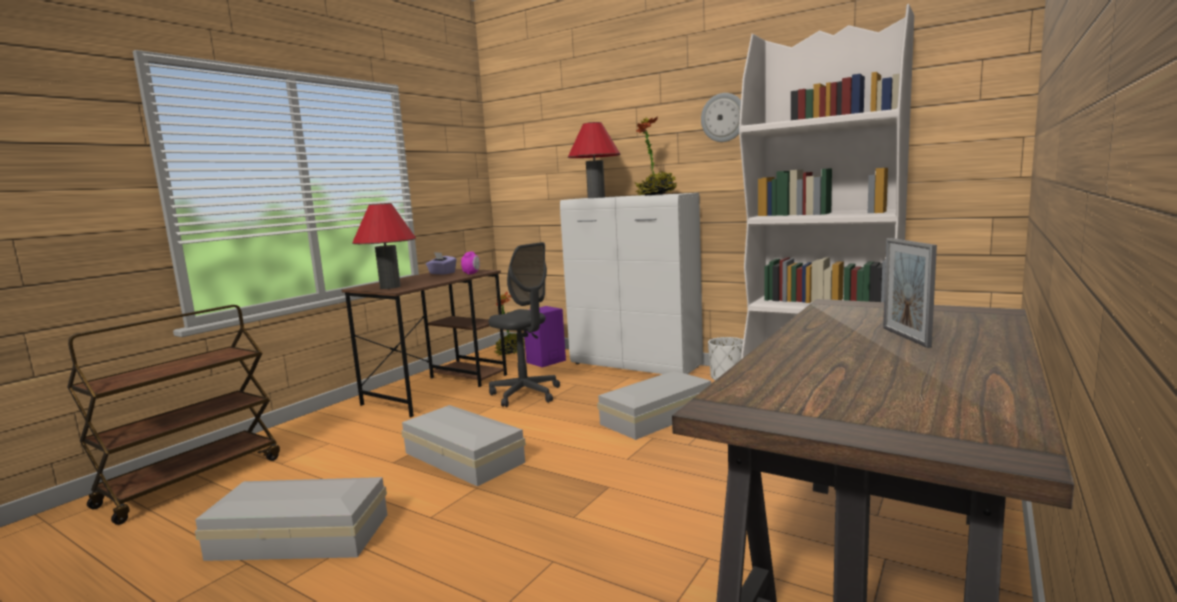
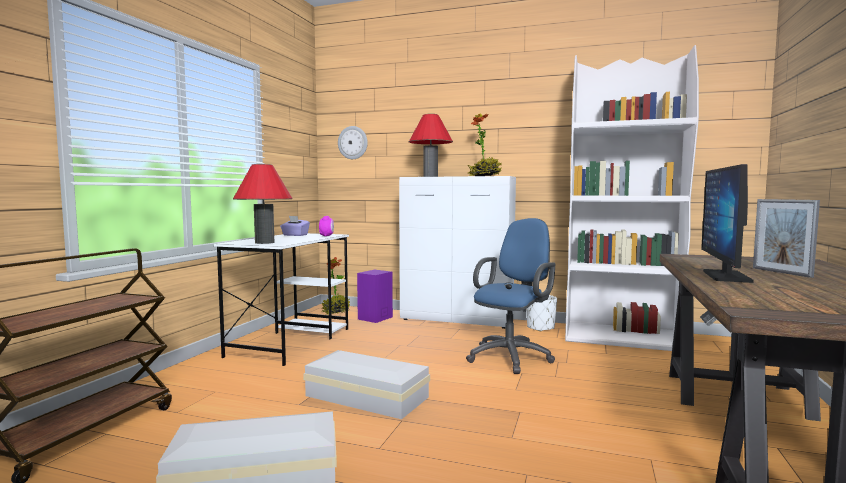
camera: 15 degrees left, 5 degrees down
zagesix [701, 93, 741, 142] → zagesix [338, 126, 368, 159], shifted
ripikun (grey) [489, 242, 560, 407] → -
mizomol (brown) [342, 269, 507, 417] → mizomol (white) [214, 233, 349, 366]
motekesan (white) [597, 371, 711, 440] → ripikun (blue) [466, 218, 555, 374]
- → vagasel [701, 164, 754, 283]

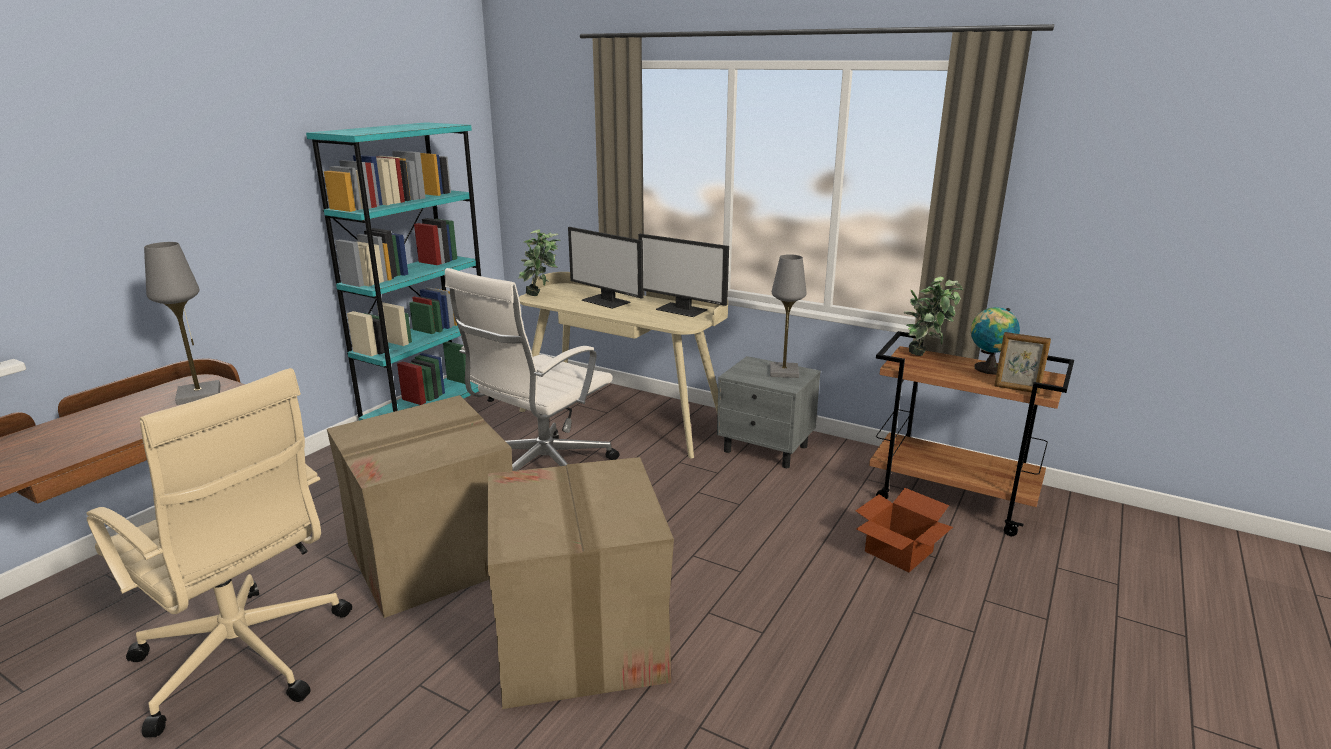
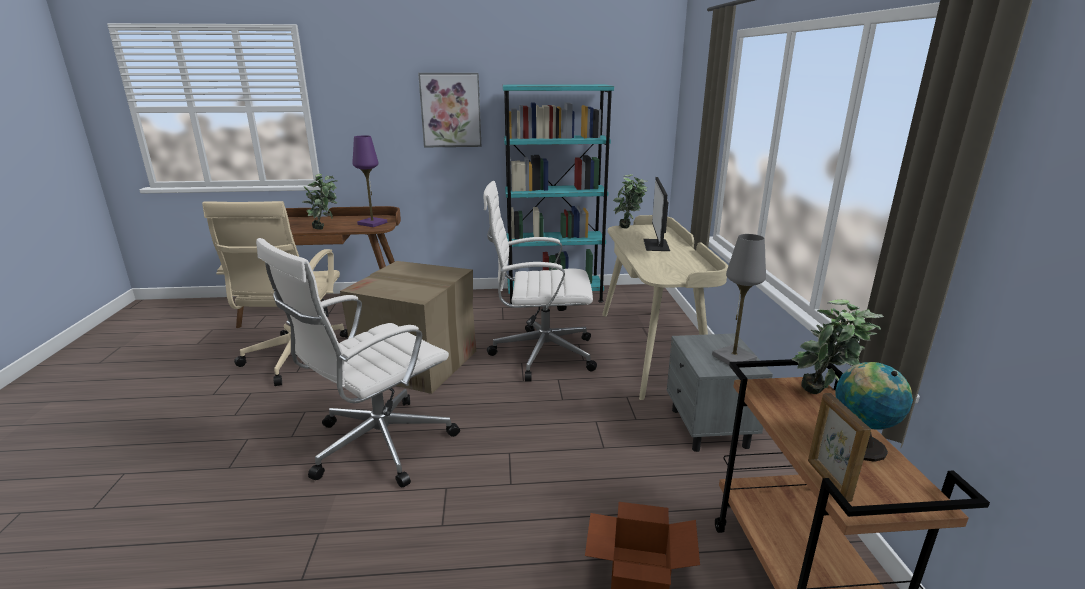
camera: 55 degrees right, 0 degrees up
vagasel [638, 234, 729, 317] → -
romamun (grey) [144, 242, 220, 405] → romamun (purple) [353, 135, 387, 227]
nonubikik [487, 457, 674, 709] → ripikun (white) [256, 238, 460, 487]
- → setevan [418, 73, 481, 147]
- → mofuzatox [302, 174, 337, 230]

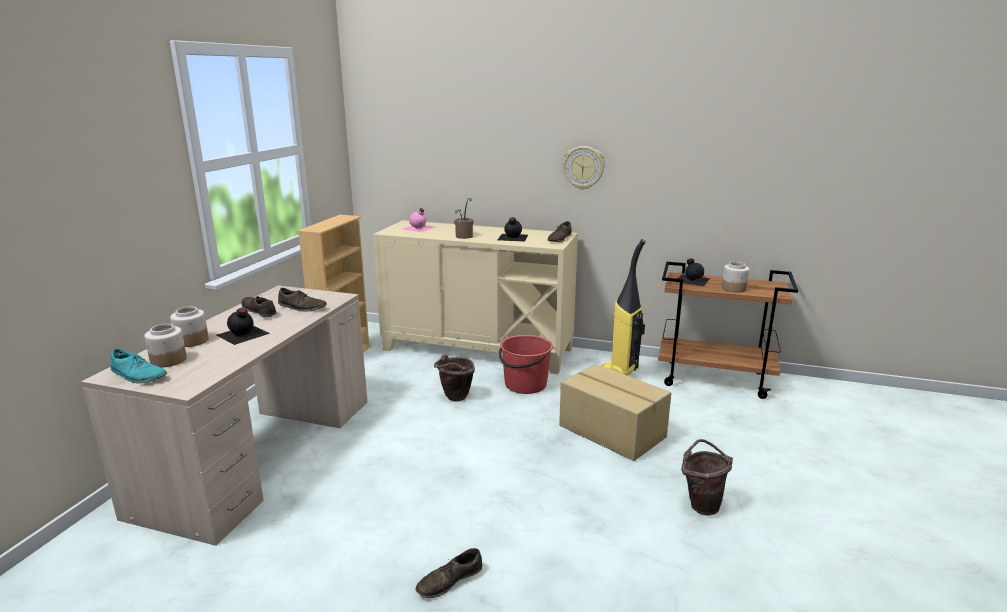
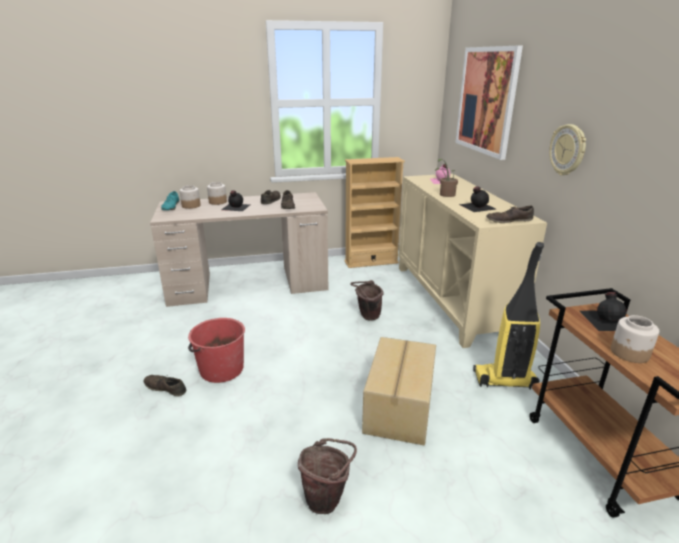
camera: 60 degrees right, 5 degrees up
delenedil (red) [499, 335, 553, 394] → delenedil (red) [188, 318, 245, 383], shifted
- → setevan [455, 46, 523, 160]

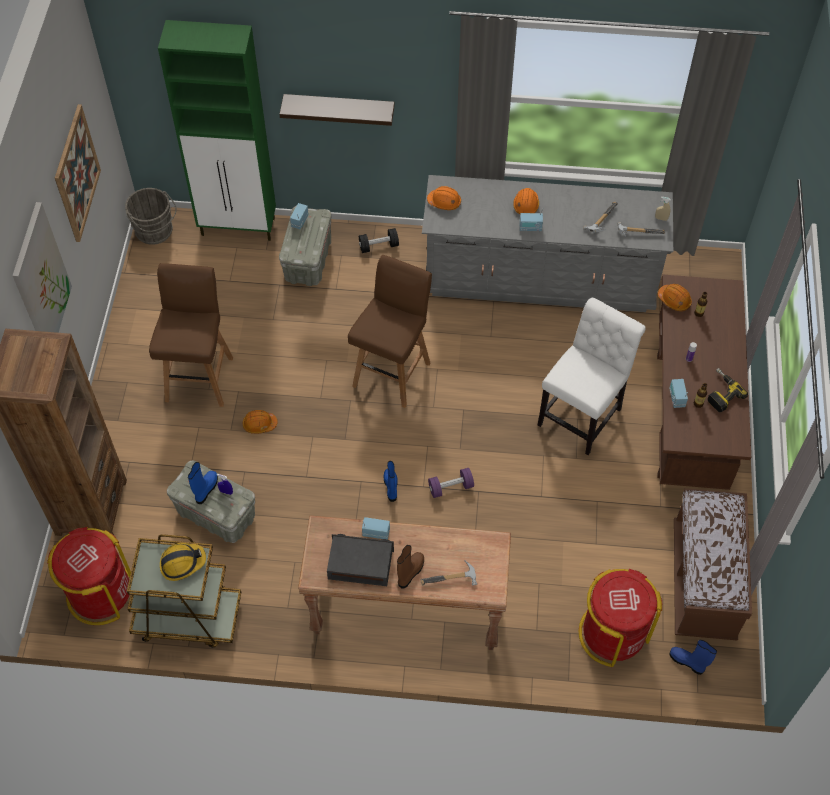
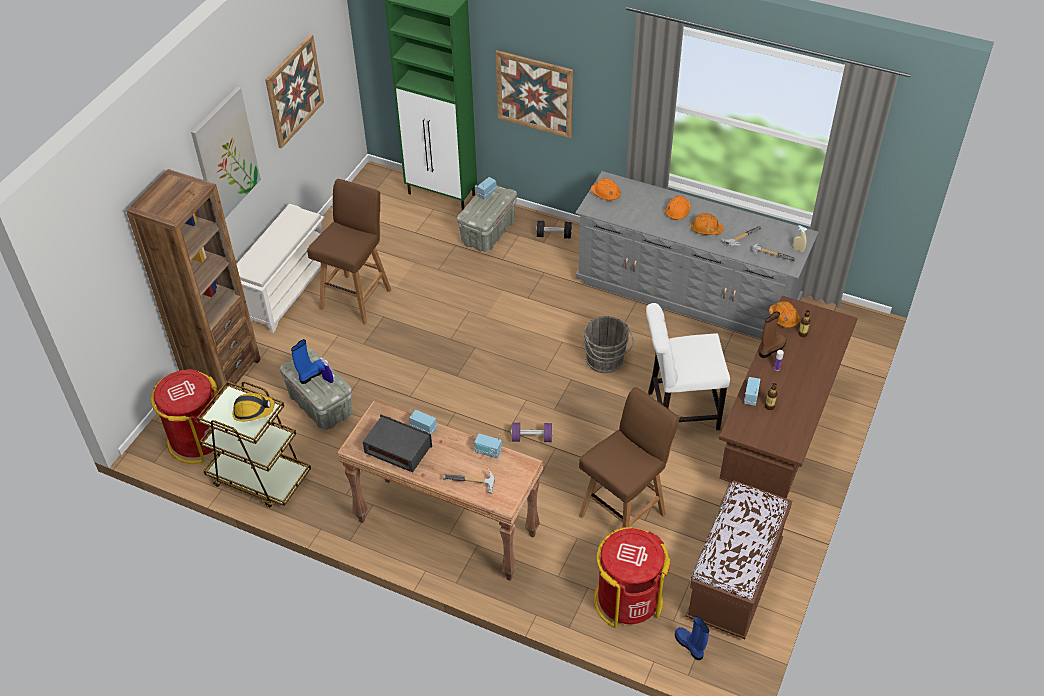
camera: 20 degrees right, 10 degrees down
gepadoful [279, 94, 395, 126] → setevan [496, 50, 573, 138]
delenedil (grey) [125, 188, 177, 245] → delenedil (grey) [583, 316, 634, 373], shifted
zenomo [520, 208, 543, 231] → zenomo [474, 433, 502, 459], shifted
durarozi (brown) [348, 255, 432, 408] → durarozi (brown) [579, 387, 680, 527], shifted
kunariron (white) [537, 298, 646, 455] → kunariron (white) [646, 303, 730, 430], 150 degrees counterclockwise
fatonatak [708, 368, 748, 412] → -
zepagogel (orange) [243, 410, 278, 434] → zepagogel (orange) [691, 213, 724, 235], shifted
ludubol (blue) [383, 461, 398, 502] → -
ludubol (brown) [397, 545, 424, 589] → ludubol (brown) [759, 311, 787, 358], shifted
- → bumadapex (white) [237, 204, 325, 333]

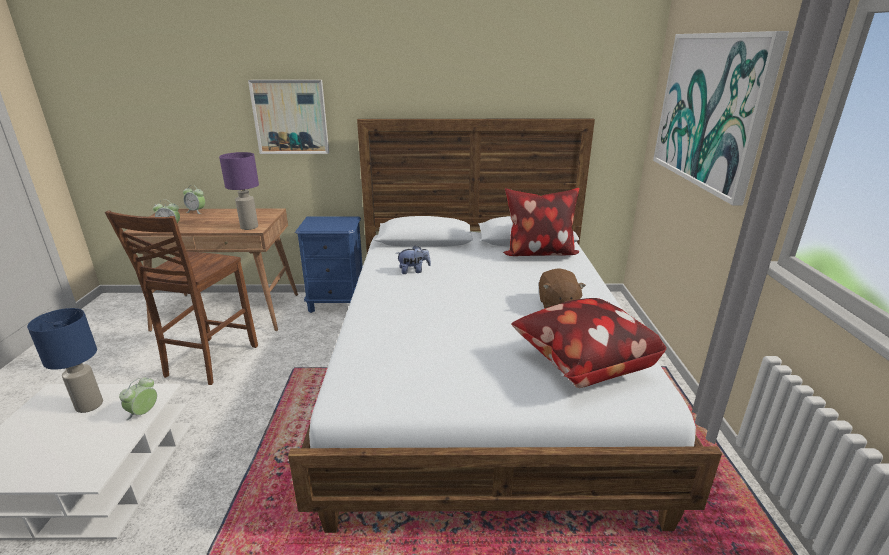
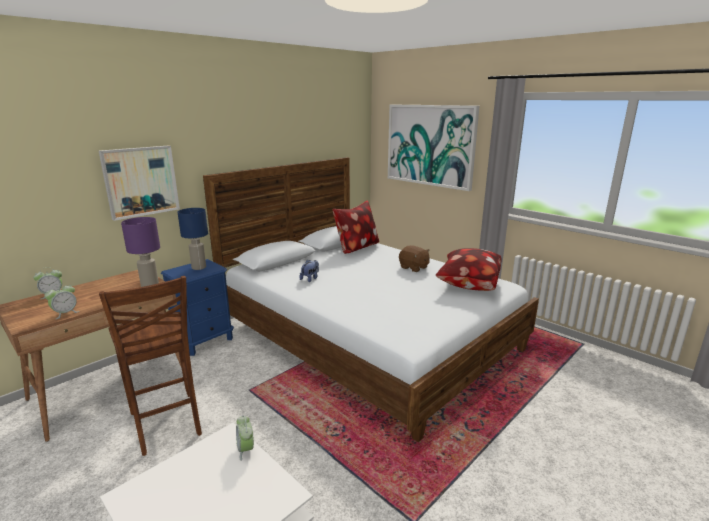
camera: 45 degrees left, 5 degrees down
romamun (blue) [27, 308, 103, 413] → romamun (blue) [178, 208, 208, 270], shifted

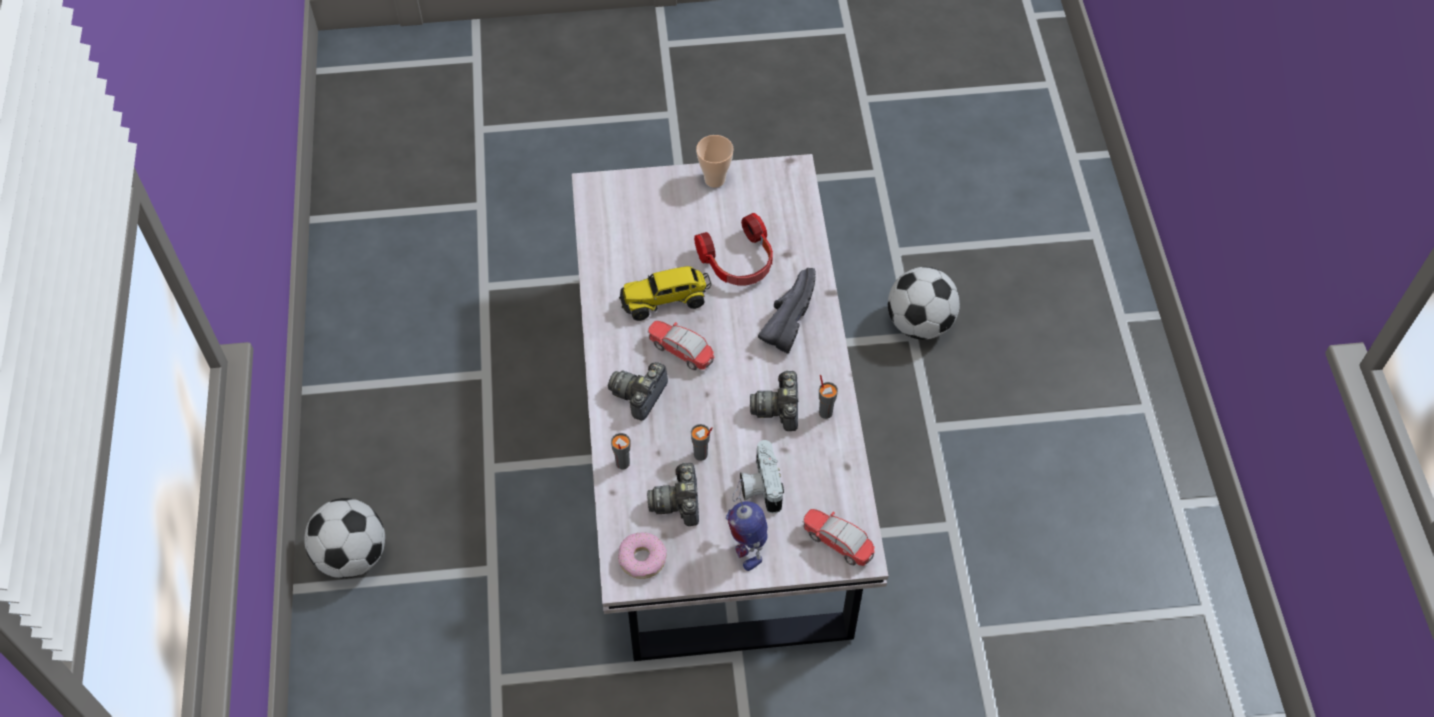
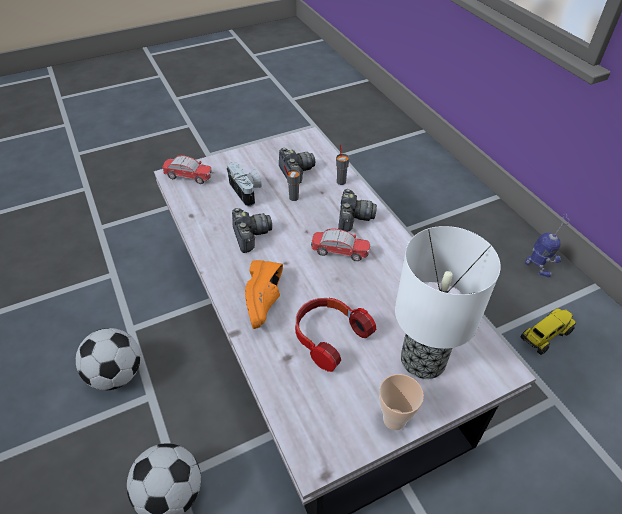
camera: 160 degrees right, 10 degrees down
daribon [619, 266, 711, 321] → daribon [521, 308, 576, 355], shifted
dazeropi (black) [758, 268, 816, 354] → dazeropi (orange) [245, 260, 283, 329]
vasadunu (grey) [819, 375, 838, 419] → -
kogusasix [726, 479, 768, 571] → kogusasix [525, 214, 569, 277], shifted
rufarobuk [304, 498, 385, 578] → rufarobuk [76, 328, 141, 390], shifted
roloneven [618, 532, 667, 579] → -
- → romamun [395, 226, 501, 379]

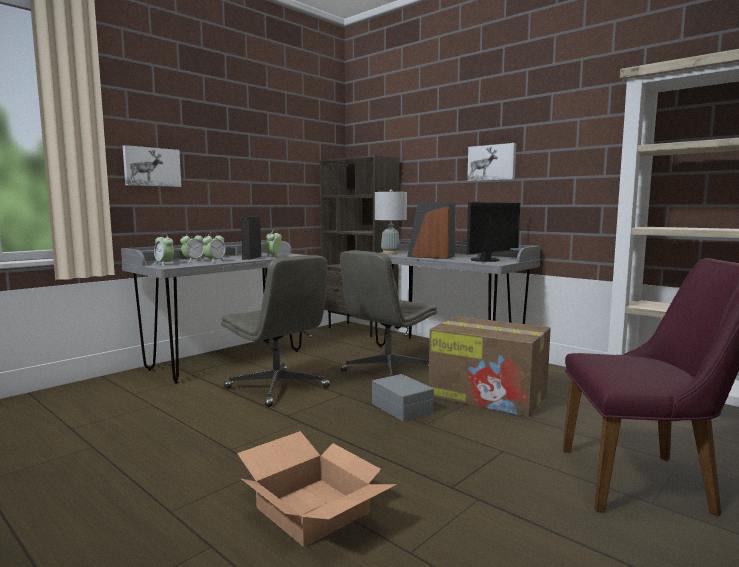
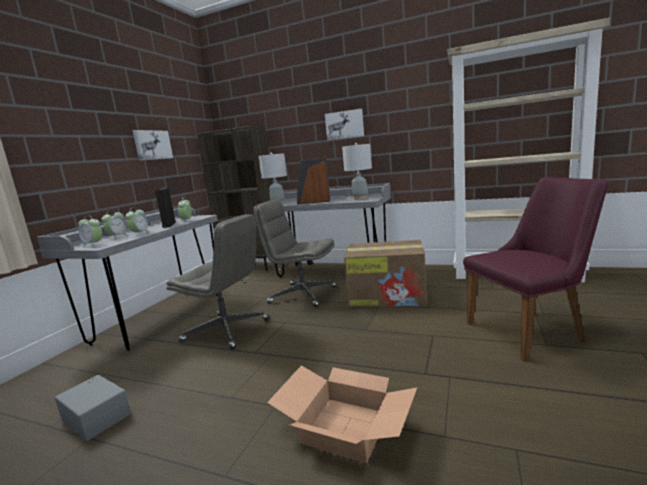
camera: 20 degrees left, 5 degrees up
setevan [123, 145, 181, 187] → setevan [133, 130, 173, 161], shifted
vagasel [467, 202, 520, 262] → romamun (grey) [342, 143, 372, 200]
ripikun (grey) [340, 250, 437, 376] → ripikun (grey) [253, 200, 337, 307], 90 degrees clockwise
motekesan (grey) [372, 374, 434, 421] → motekesan (grey) [55, 375, 131, 441], shifted

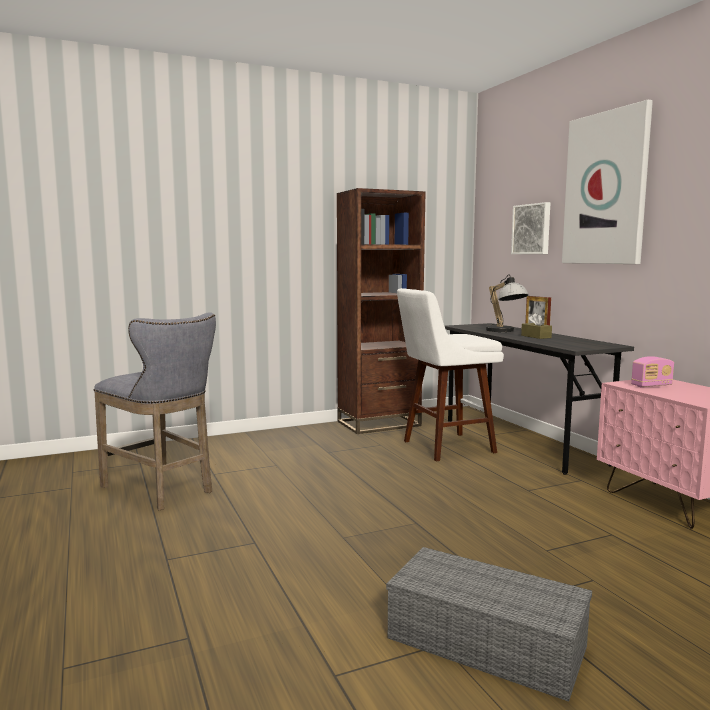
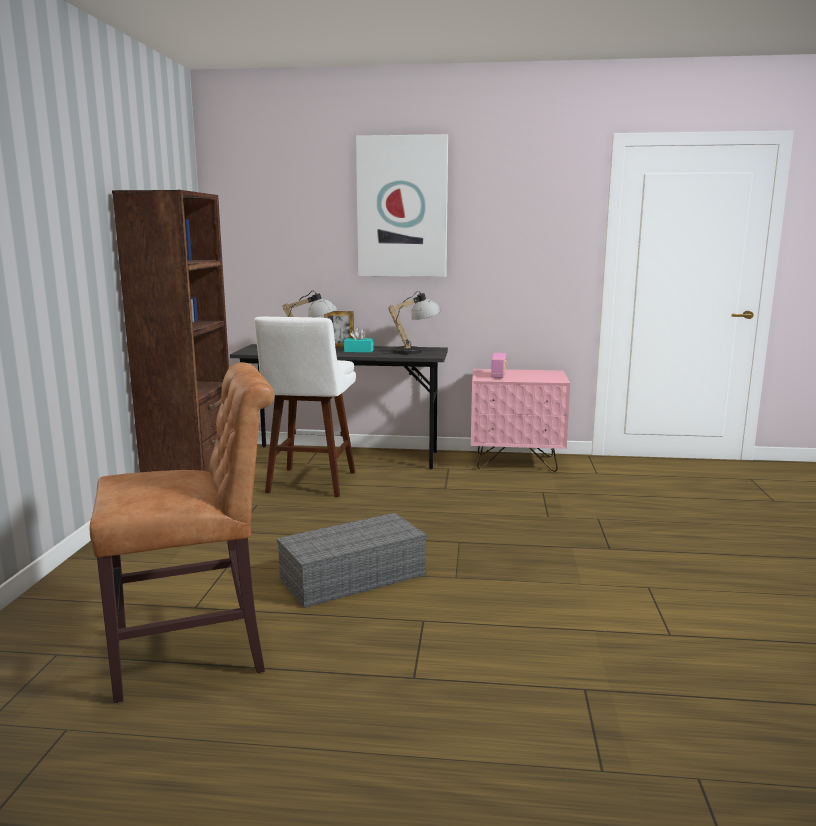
camera: 60 degrees left, 5 degrees up
setevan [511, 202, 550, 254] → -
durarozi (grey) [94, 312, 216, 510] → kunariron (brown) [90, 362, 274, 703]
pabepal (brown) [521, 313, 552, 339] → pabepal (turquoise) [344, 328, 374, 353]
motekesan (grey) [386, 547, 592, 702] → motekesan (grey) [277, 513, 427, 608], shifted
- → romamun [383, 291, 441, 355]

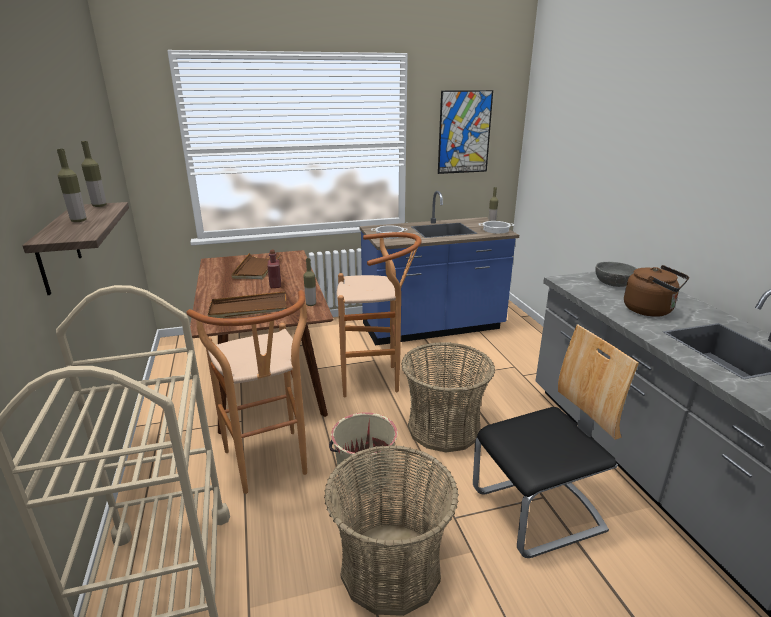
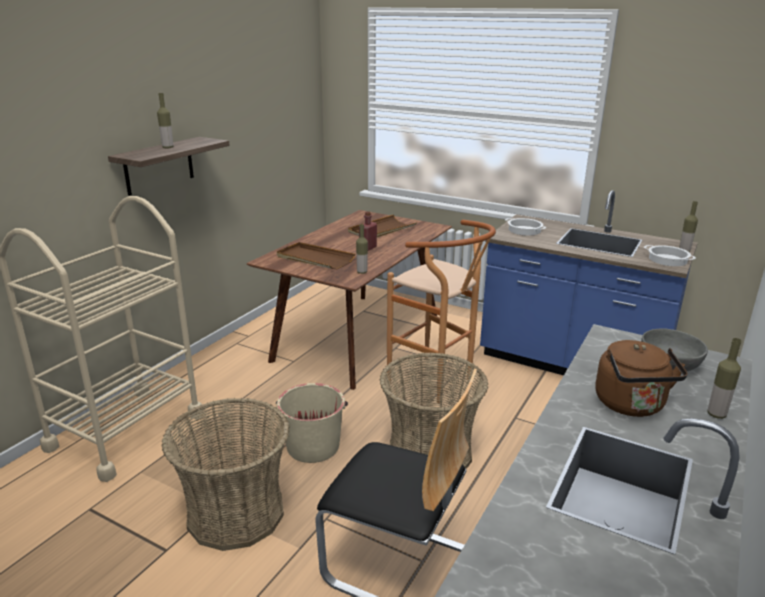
camera: 45 degrees right, 0 degrees up
setevan [438, 90, 493, 174] → -
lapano [81, 141, 106, 207] → lapano [707, 338, 742, 419], shifted
durarozi (brown) [187, 290, 307, 494] → -

